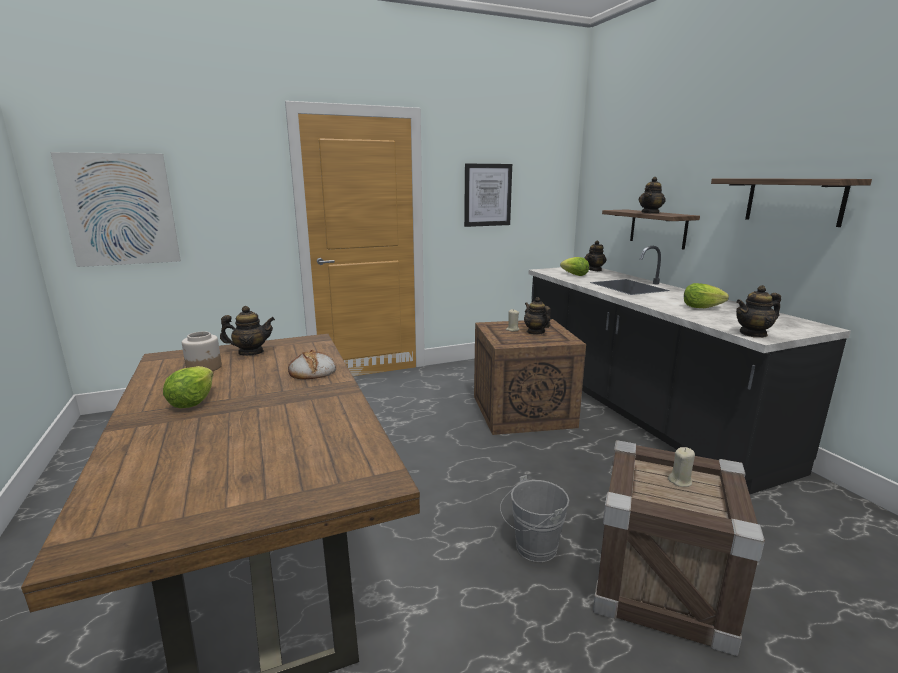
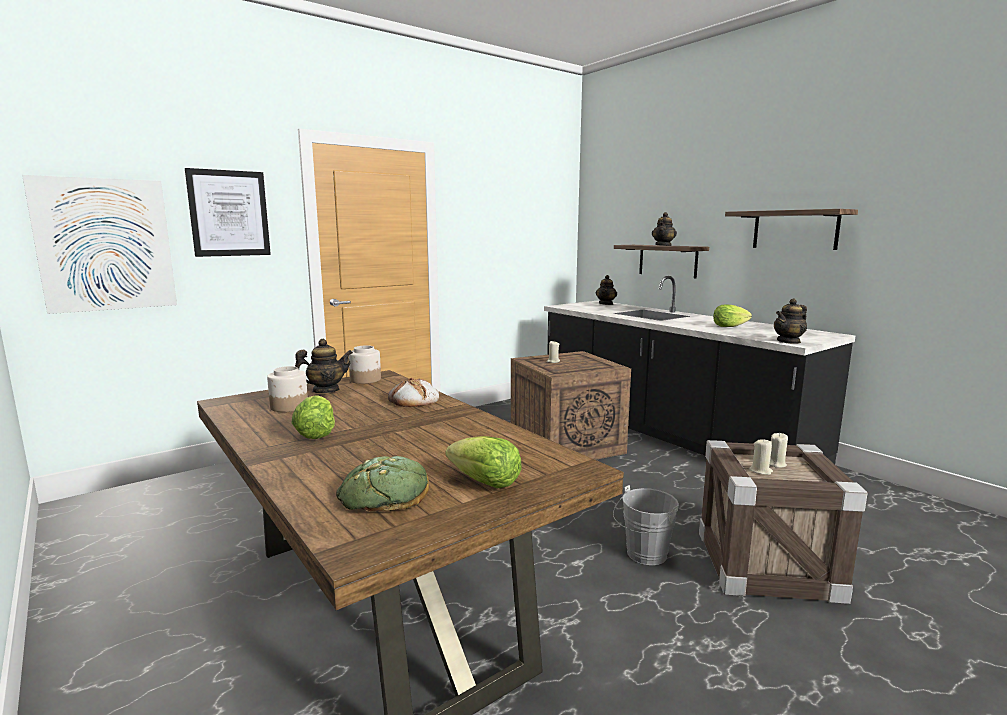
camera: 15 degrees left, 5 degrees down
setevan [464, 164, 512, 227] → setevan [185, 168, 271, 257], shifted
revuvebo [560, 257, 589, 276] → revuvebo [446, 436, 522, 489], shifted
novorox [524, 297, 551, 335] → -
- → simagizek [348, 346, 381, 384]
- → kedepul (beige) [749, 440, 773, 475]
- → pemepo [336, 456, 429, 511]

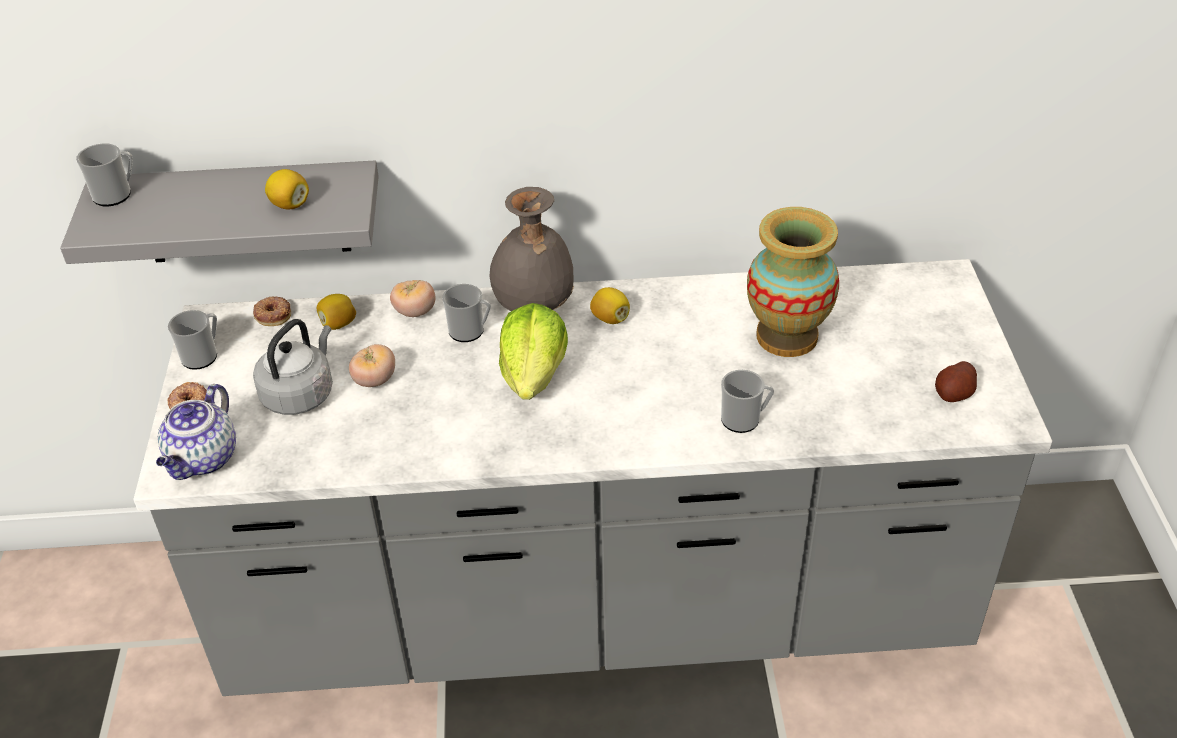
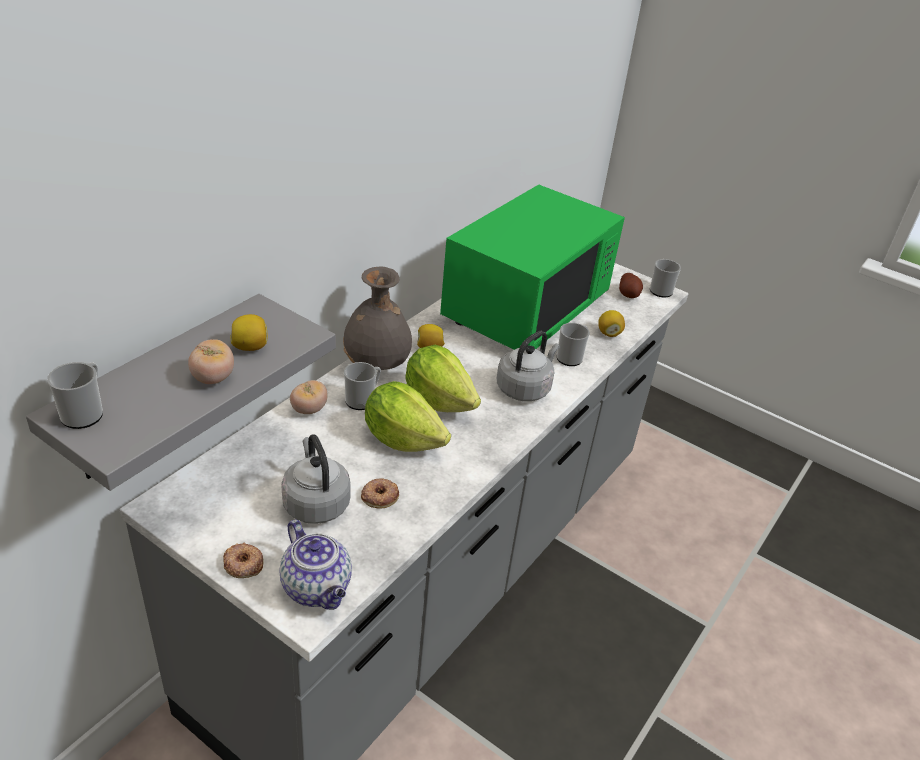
camera: 55 degrees left, 5 degrees down
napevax [747, 207, 839, 357] → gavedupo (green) [440, 185, 625, 350]
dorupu [317, 294, 356, 330] → dorupu [598, 310, 625, 337], shifted
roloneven [253, 296, 291, 326] → roloneven [361, 478, 399, 509], shifted
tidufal [168, 310, 217, 370] → tidufal [650, 259, 681, 297], shifted
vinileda [349, 344, 395, 387] → vinileda [188, 339, 234, 384], shifted
- → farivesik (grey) [496, 331, 560, 401]
- → revuvebo [365, 381, 451, 452]

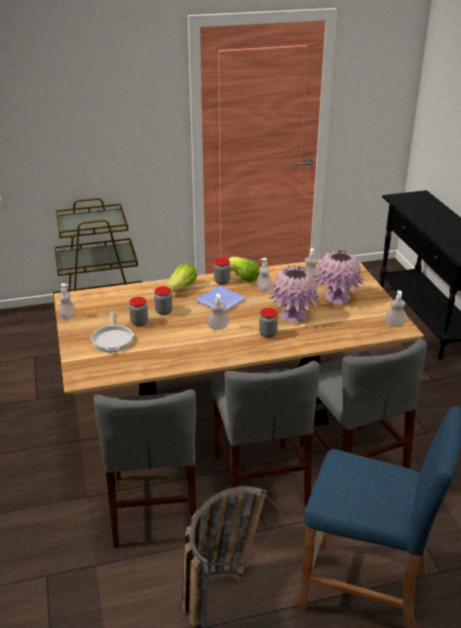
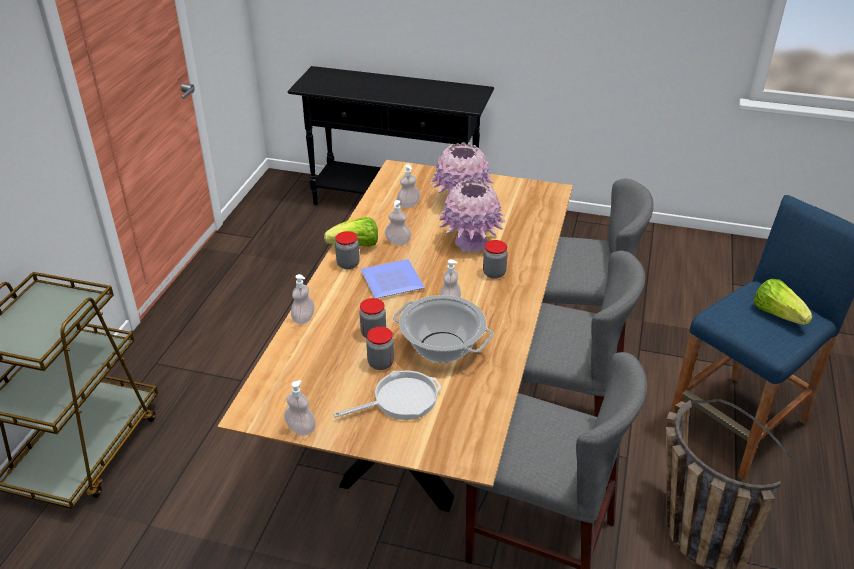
camera: 60 degrees left, 5 degrees up
revuvebo [168, 263, 197, 292] → revuvebo [754, 279, 813, 325], shifted
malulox [385, 290, 407, 327] → malulox [291, 274, 315, 324], shifted
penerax [90, 310, 134, 352] → penerax [334, 371, 442, 420], 45 degrees counterclockwise
- → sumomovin [393, 295, 494, 363]

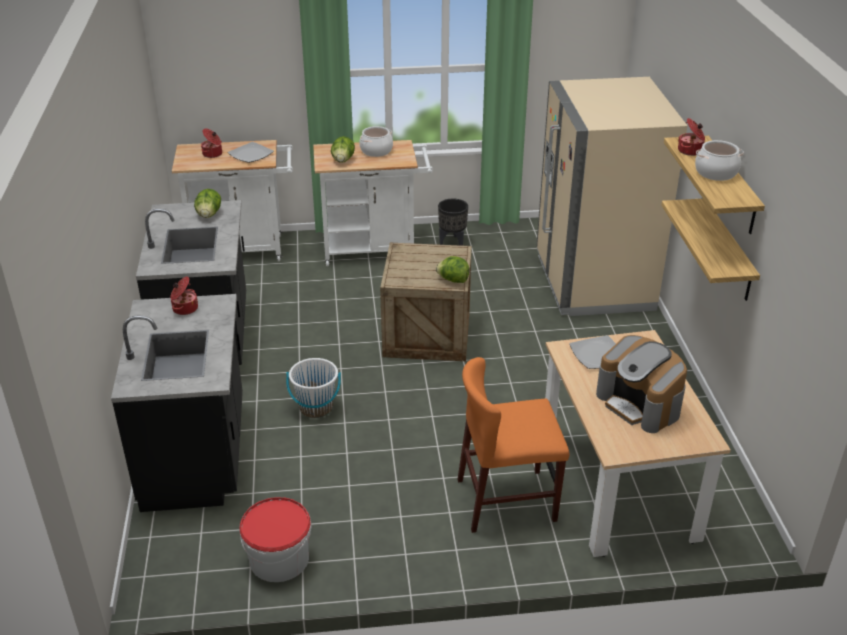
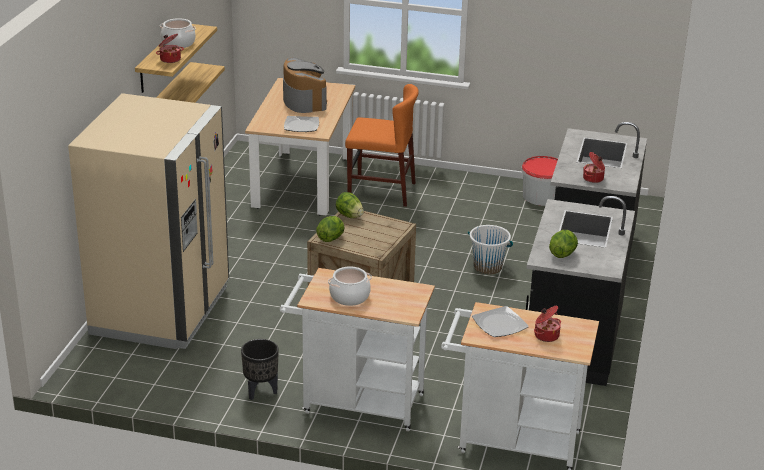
camera: 160 degrees left, 5 degrees down
revuvebo [331, 136, 355, 163] → revuvebo [316, 216, 345, 242], shifted

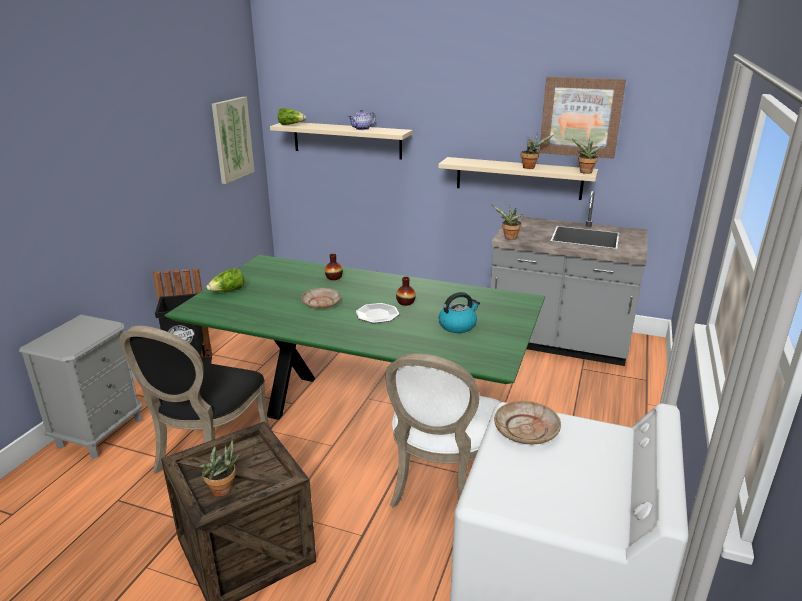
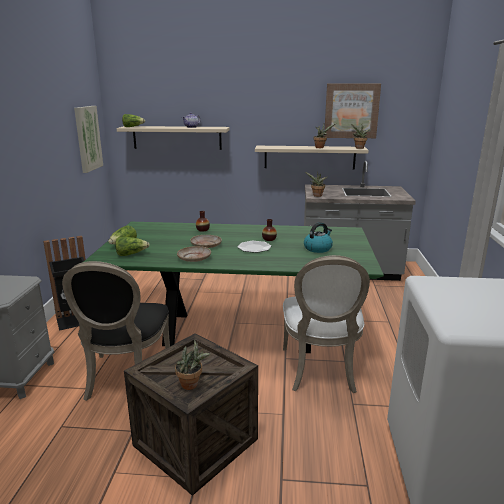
camera: 15 degrees left, 5 degrees down
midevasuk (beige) [494, 401, 561, 444] → midevasuk (beige) [177, 246, 211, 262], shifted
- → revuvebo [115, 237, 150, 256]

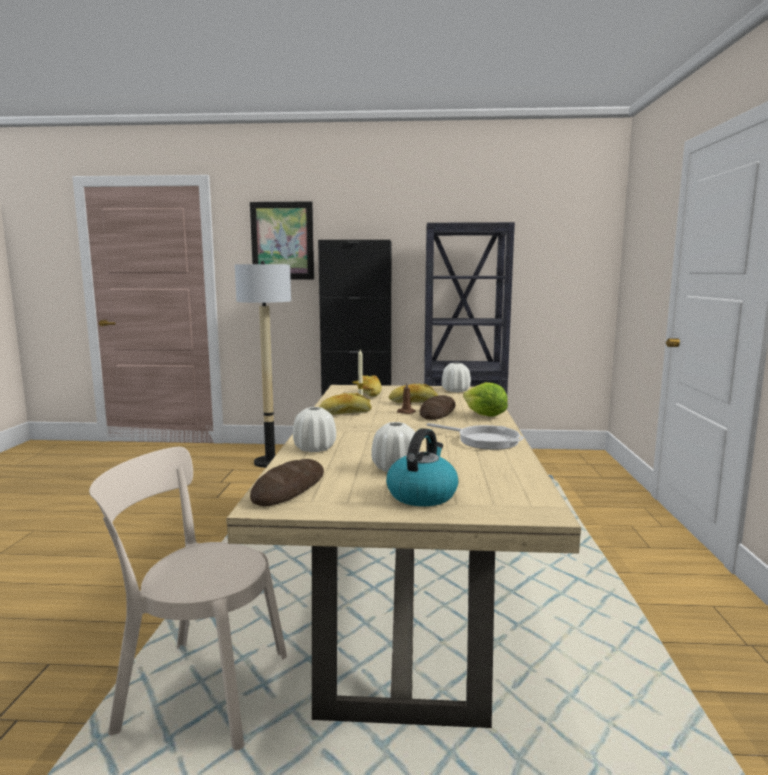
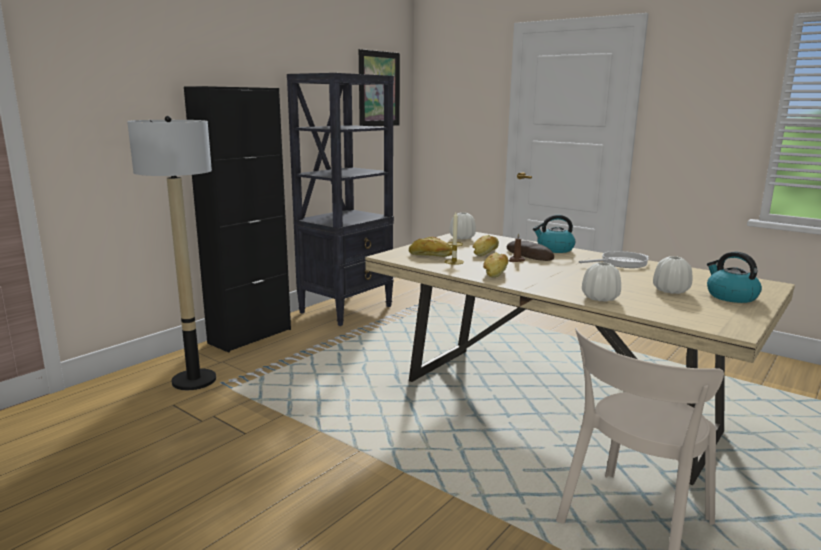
camera: 55 degrees left, 5 degrees up
setevan [250, 201, 314, 280] → setevan [359, 49, 400, 126], shifted
revuvebo [463, 382, 508, 417] → farivesik [533, 215, 575, 253]
pemepo [250, 459, 324, 507] → -

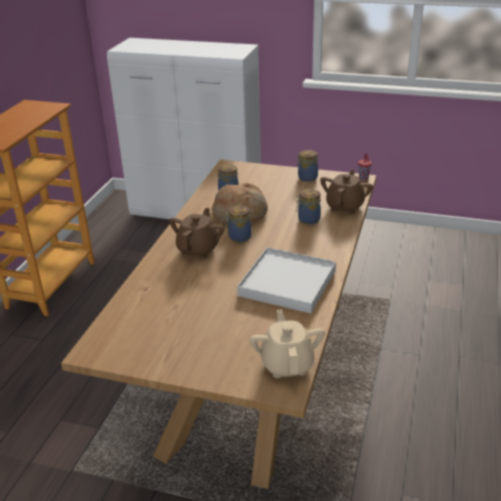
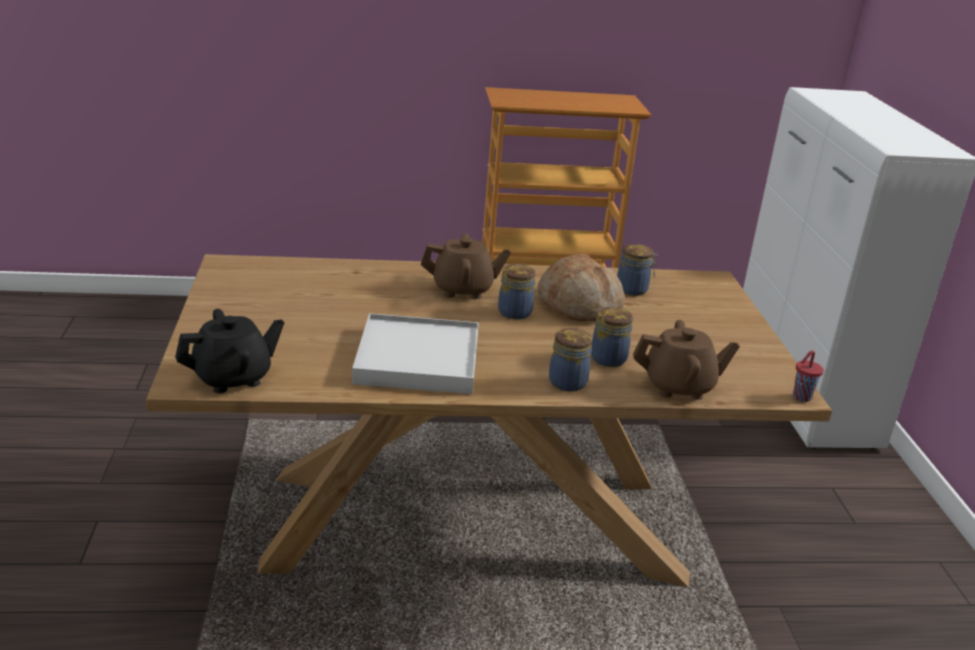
camera: 65 degrees right, 5 degrees down
simagizek [296, 150, 318, 182] → simagizek [549, 328, 593, 392], shifted
novorox (beige) [250, 309, 325, 378] → novorox (black) [175, 309, 284, 393]

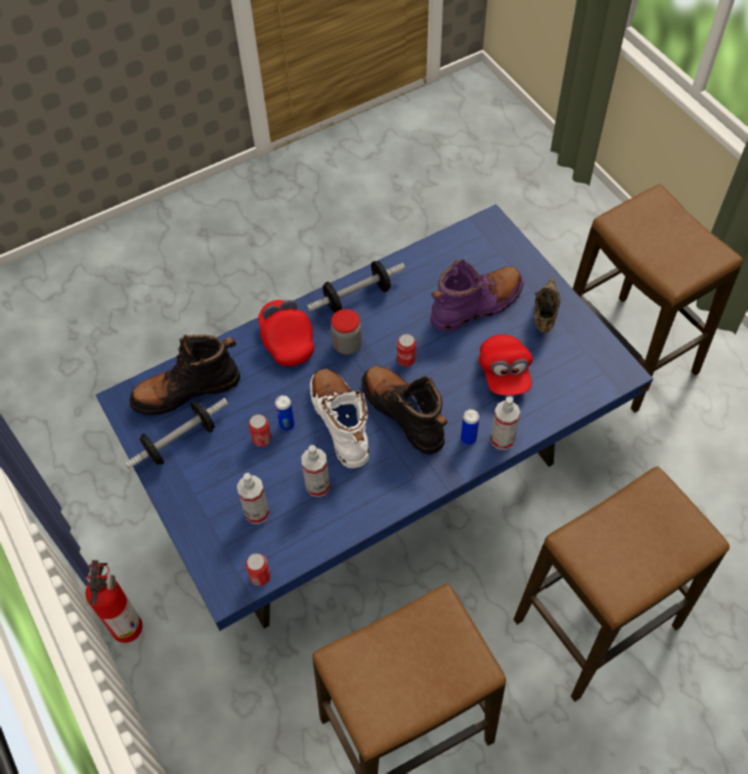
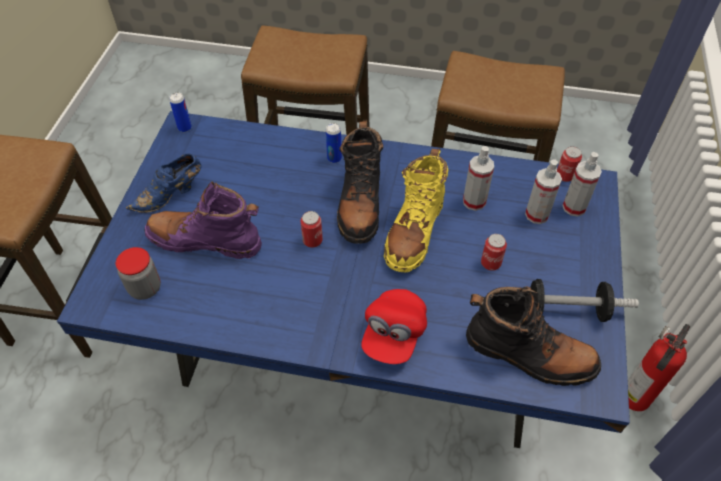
camera: 140 degrees left, 5 degrees down
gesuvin [307, 261, 405, 313] → -
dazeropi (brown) [534, 277, 561, 333] → dazeropi (blue) [126, 153, 201, 213]
simagizek [331, 309, 362, 355] → simagizek [116, 247, 161, 300], shifted
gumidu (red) [479, 334, 533, 396] → -
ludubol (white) [310, 369, 369, 468] → ludubol (yellow) [384, 149, 448, 272]
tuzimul [275, 395, 295, 431] → tuzimul [169, 92, 192, 132], shifted
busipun [490, 397, 520, 450] → busipun [562, 152, 602, 217], shifted

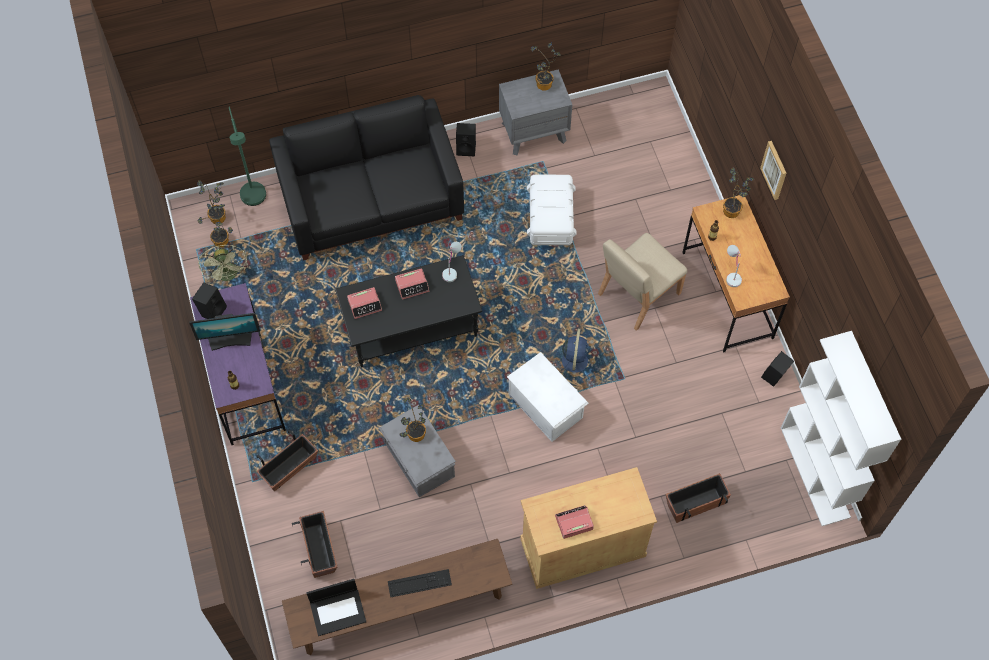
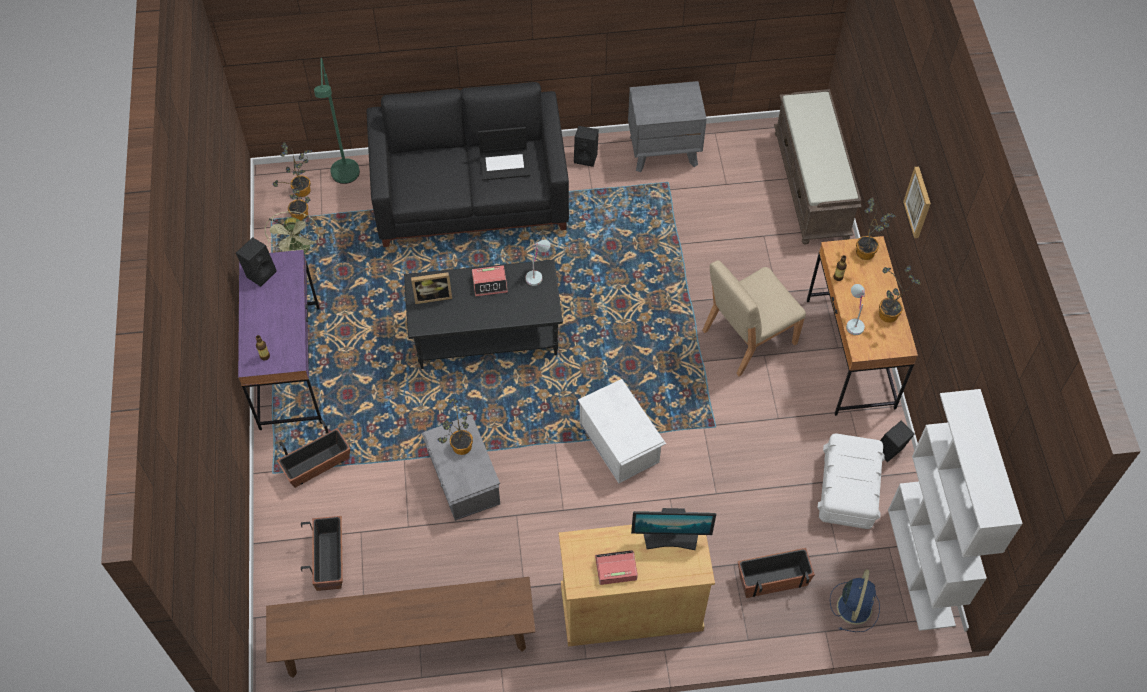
camera: 10 degrees right, 5 degrees down
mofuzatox [531, 43, 561, 91] → mofuzatox [879, 266, 921, 323], shifted
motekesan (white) [527, 175, 577, 245] → motekesan (white) [817, 433, 885, 529], shifted
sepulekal [347, 287, 382, 319] → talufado [411, 272, 452, 304]
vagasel [189, 313, 260, 351] → vagasel [631, 508, 716, 550], shifted
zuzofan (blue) [555, 329, 591, 380] → zuzofan (blue) [830, 569, 880, 632], shifted
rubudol [388, 569, 452, 598] → -
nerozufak [306, 579, 366, 636] → nerozufak [478, 127, 531, 180], shifted
- → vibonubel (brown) [774, 89, 861, 245]

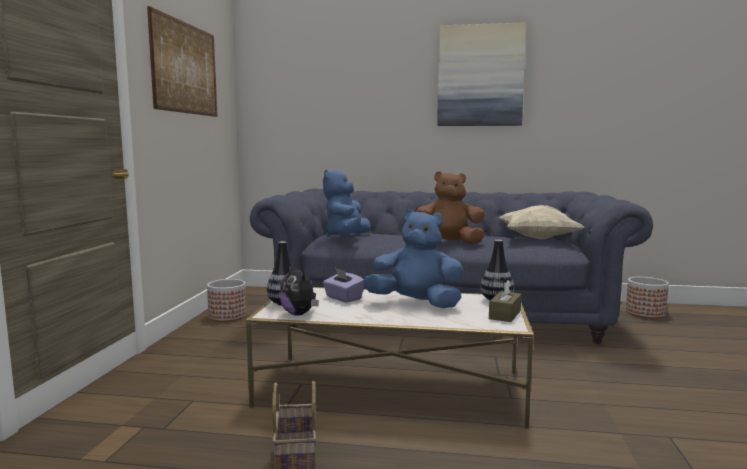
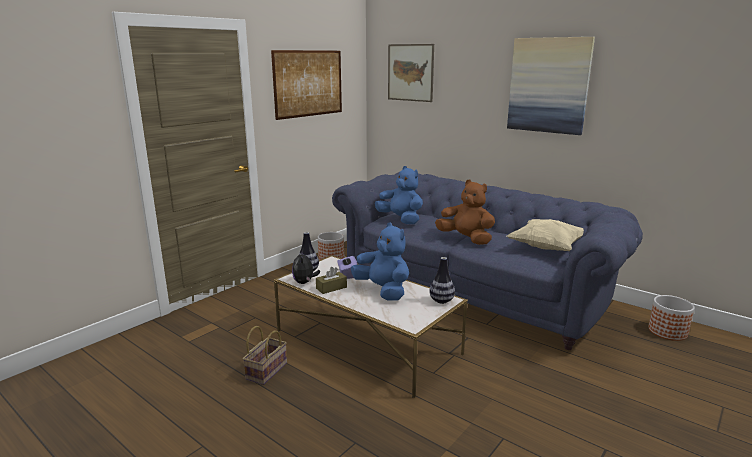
camera: 30 degrees right, 10 degrees up
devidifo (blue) [323, 170, 371, 237] → devidifo (blue) [375, 166, 423, 224], 90 degrees clockwise
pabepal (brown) [489, 280, 521, 322] → pabepal (brown) [316, 267, 347, 294], shifted
- → setevan [388, 44, 434, 102]

